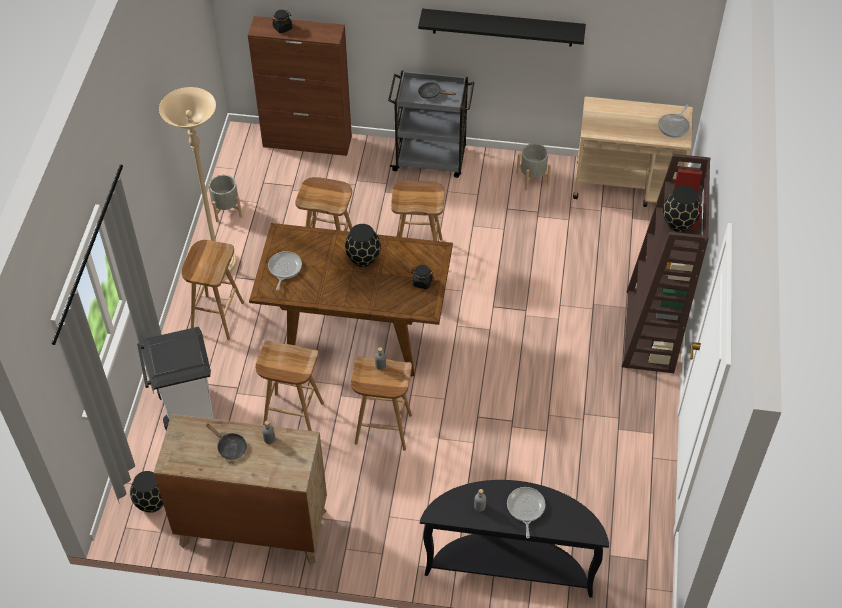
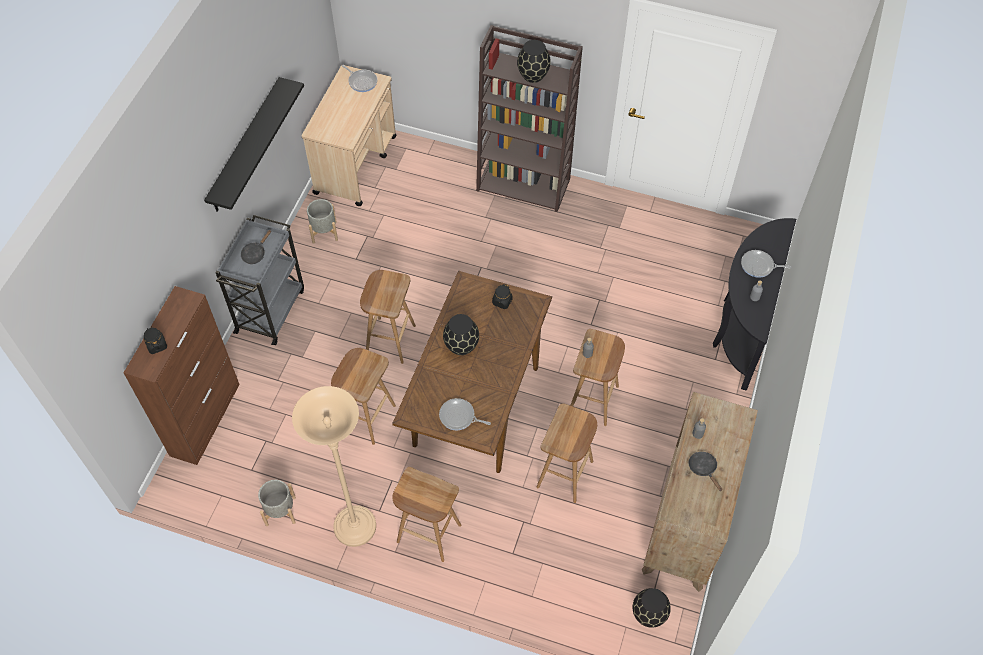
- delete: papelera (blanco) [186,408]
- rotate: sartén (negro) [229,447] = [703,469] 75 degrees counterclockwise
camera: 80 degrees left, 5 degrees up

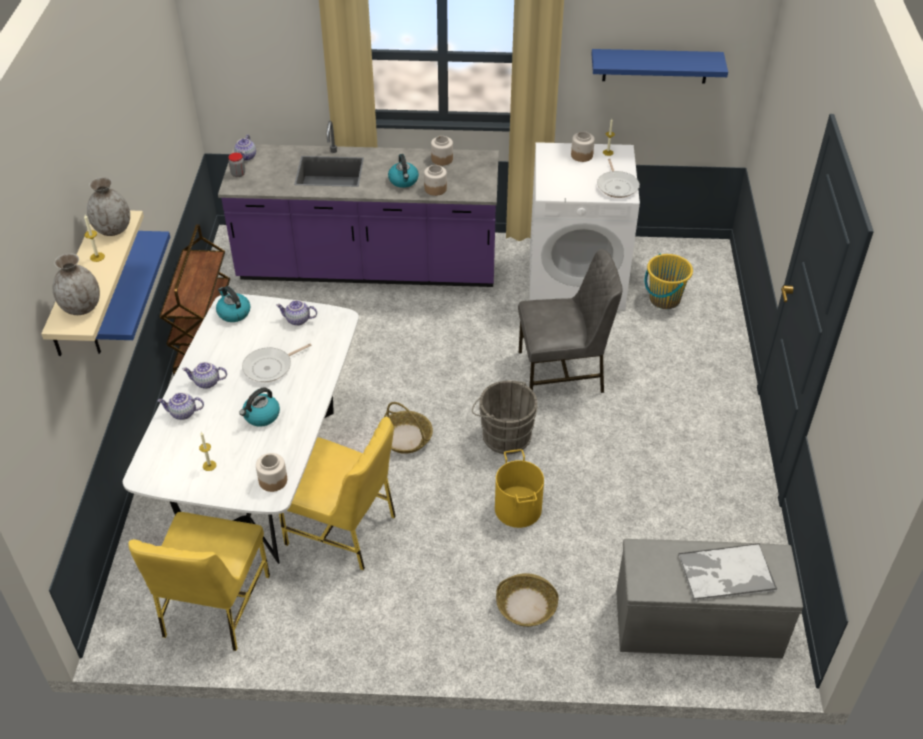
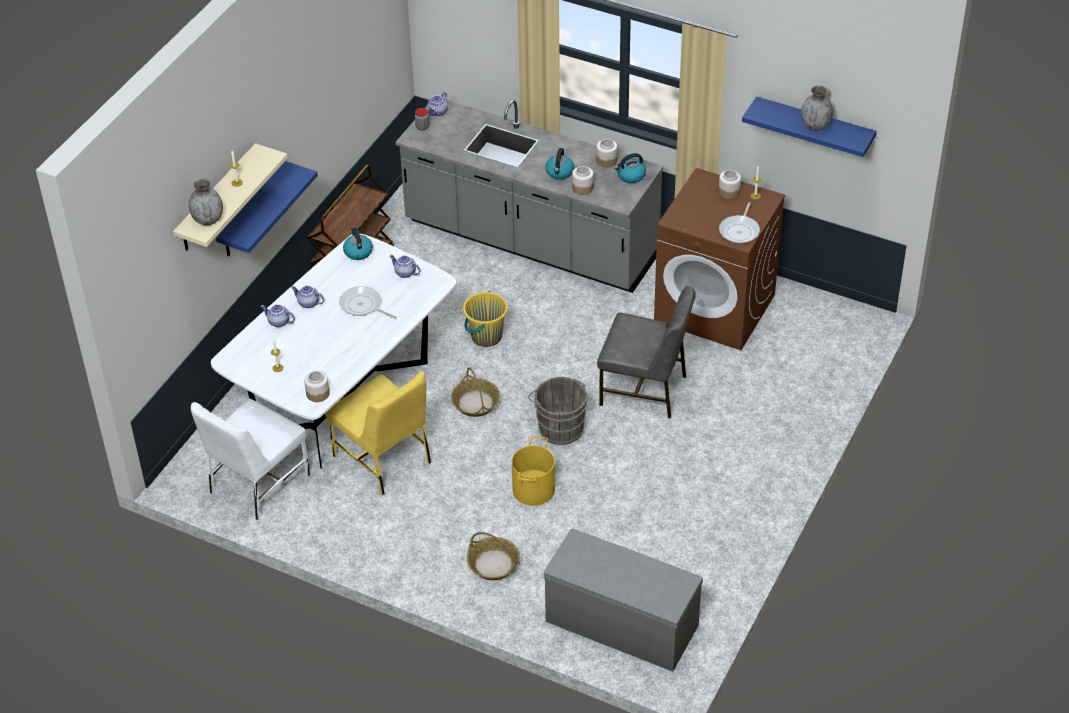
- move: florero (gris) [113,230] to [815,125]
- recolor: silla (amarillo) [214,607] to silla (blanco) [257,484]
- recolor: mueble bajo de cocina (morado) [368,268] to mueble bajo de cocina (gris) [530,242]
- move: hervidor [261,416] to [630,176]
- rotate: sartén [270,367] = [362,305] 45 degrees clockwise
- recolor: lavadora (blanco) [576,279] to lavadora (marrón) [715,308]
- move: cubo (amarillo) [664,299] to [486,336]
- delete: bandeja [725,573]
camera: 25 degrees right, 0 degrees up

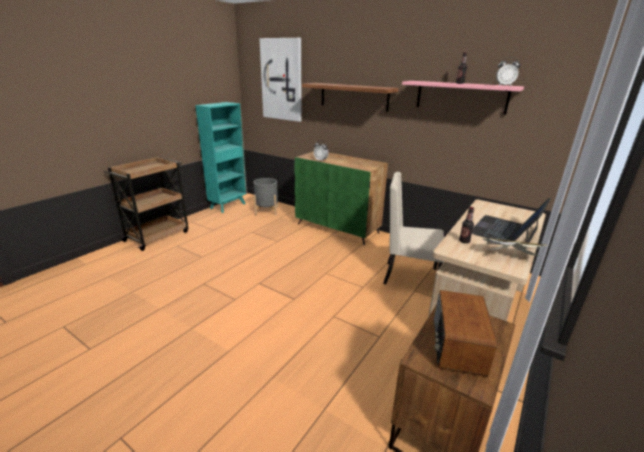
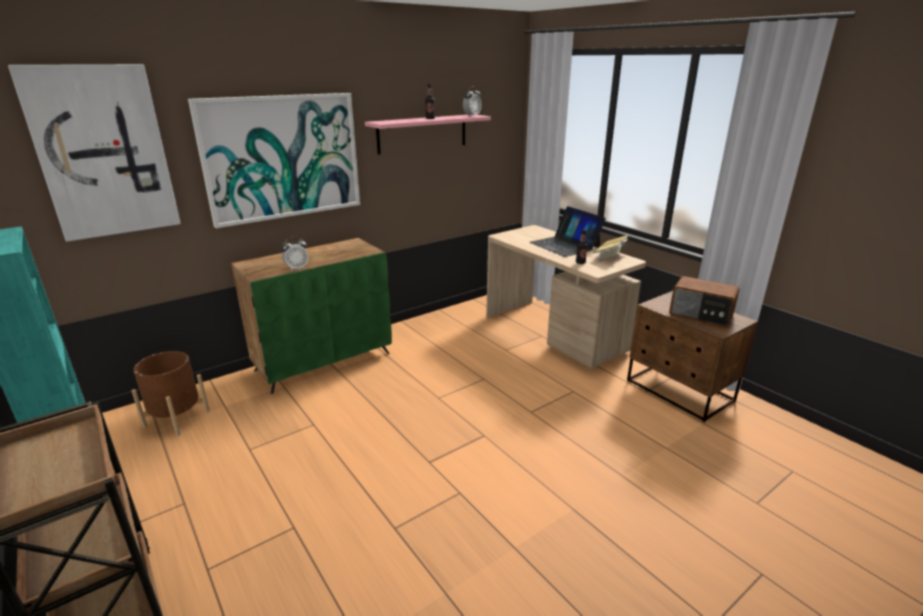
- recolor: maceta (gris) [266,211] to maceta (marrón) [177,419]
- replace: estante [354,96] to cuadro [282,157]
- delete: silla (beis) [408,276]
camera: 70 degrees left, 0 degrees up

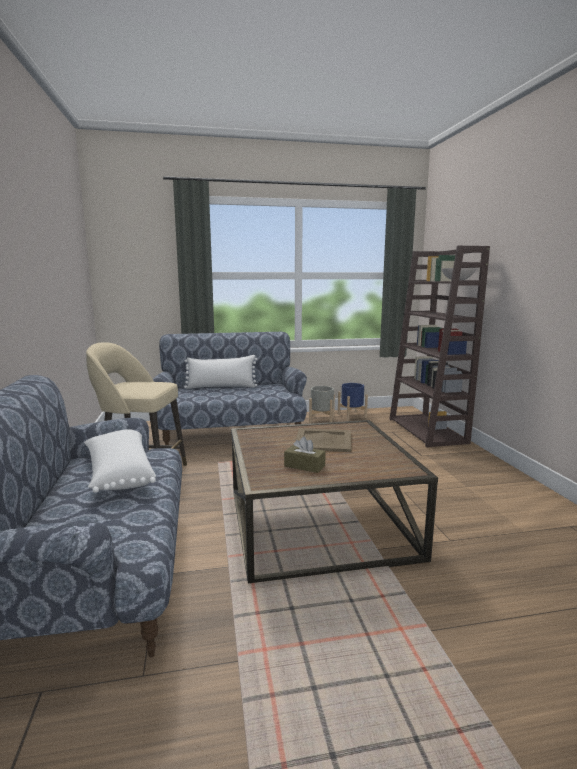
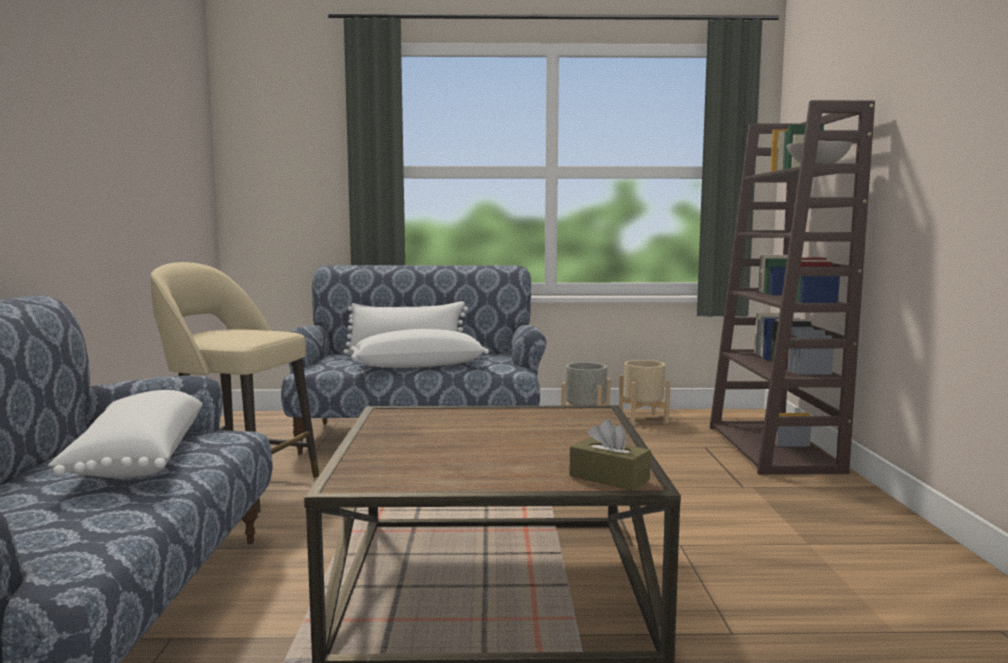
- move: caja de pañuelos (marrón) [304,466] to [609,478]
- delete: bandeja (beis) [324,440]
- recolor: maceta (azul) [351,415] to maceta (beis) [643,419]
- insert: cojín (blanco) [419,366]
camera: 10 degrees right, 5 degrees down

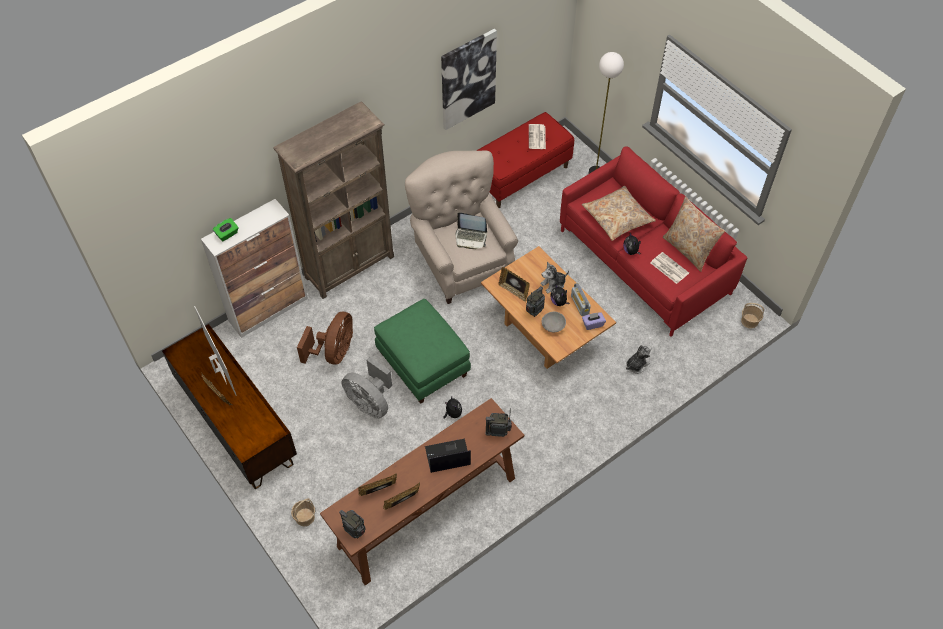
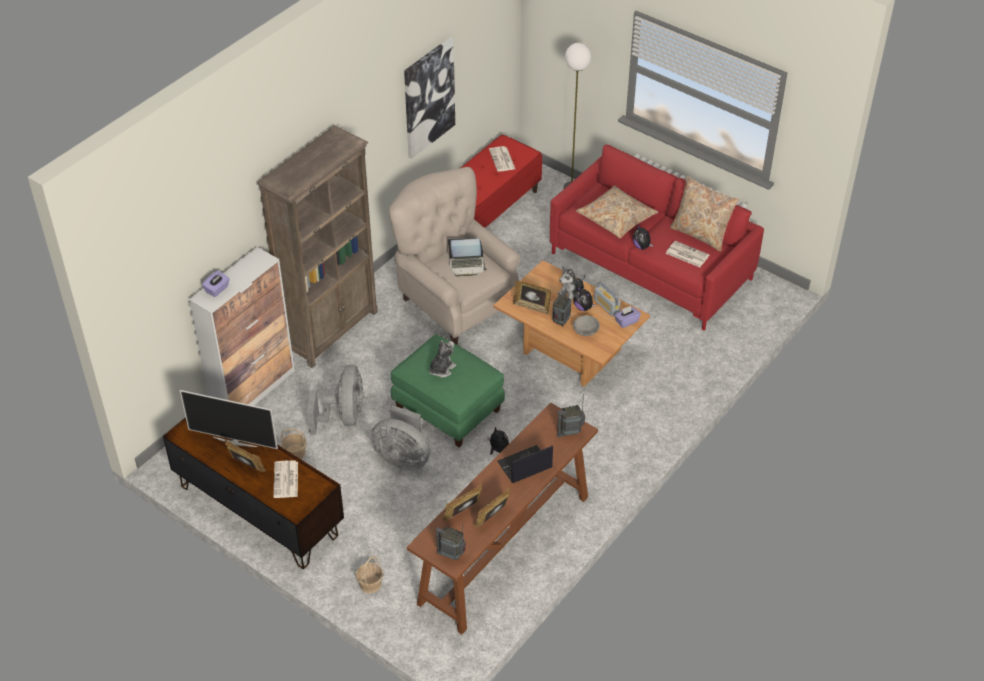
- rotate: televisor [218,369] = [235,441] 150 degrees clockwise
- recolor: caja de pañuelos (verde) [227,234] to caja de pañuelos (morado) [217,289]
- recolor: ventilador (marrón) [334,352] to ventilador (gris) [344,417]
- move: peluche [636,365] to [441,369]
- move: cesta [749,321] to [295,453]
- insert: periódico [286,480]
camera: 15 degrees left, 10 degrees down

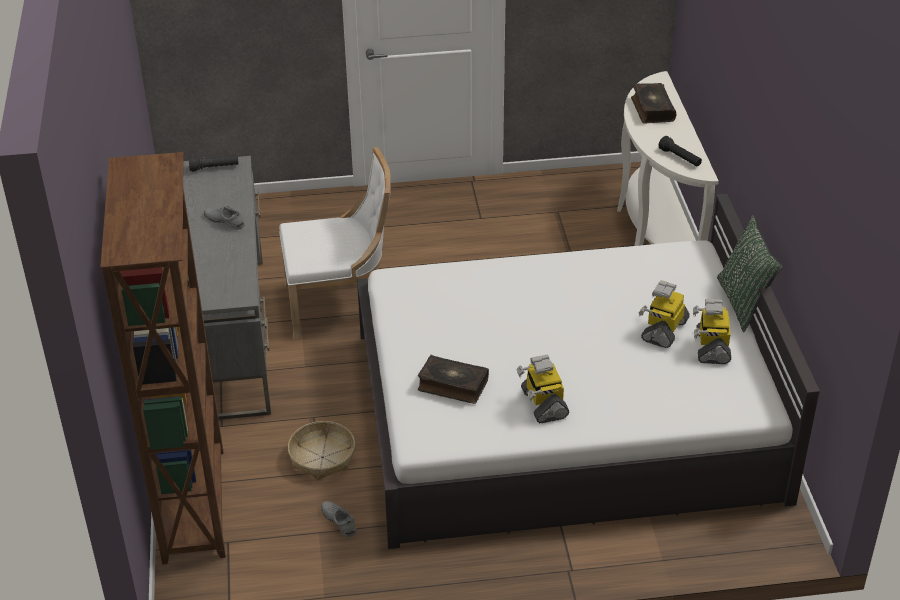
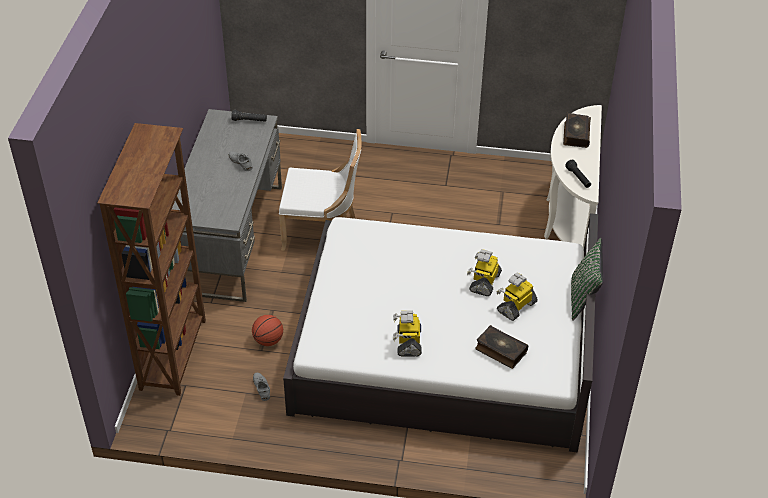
- replace: cesta [322,457] to balón de baloncesto [268,340]
- move: libro [452,385] to [500,351]
- move: robot de juguete [711,347] to [484,282]
camera: 15 degrees right, 5 degrees up

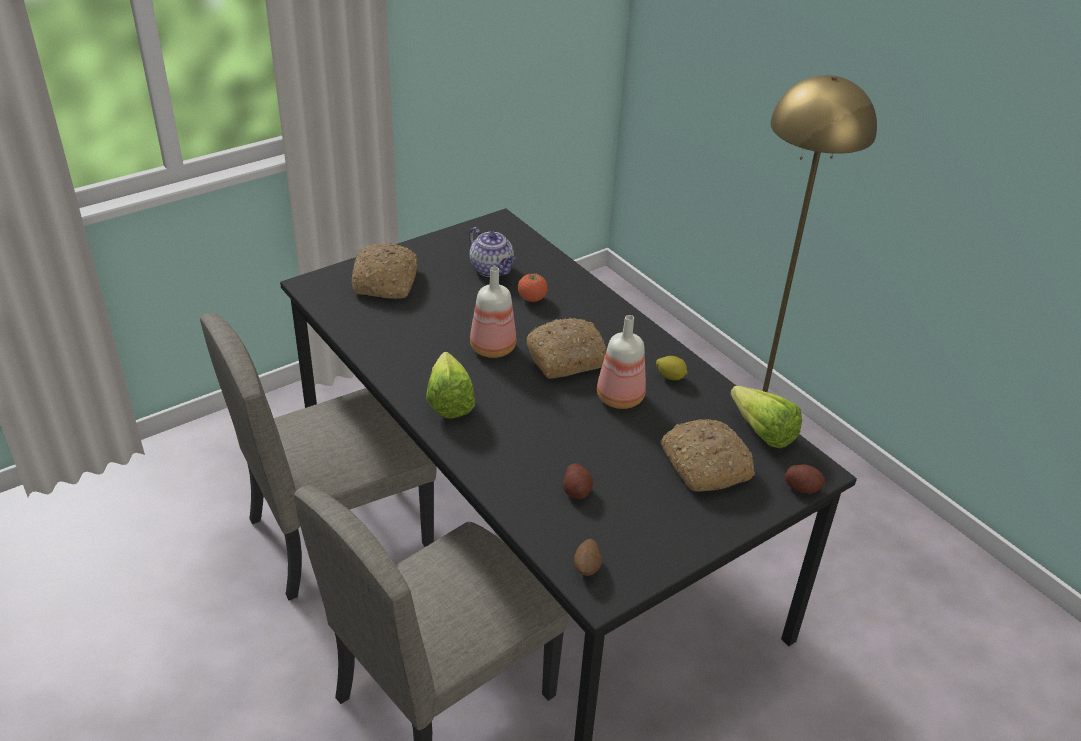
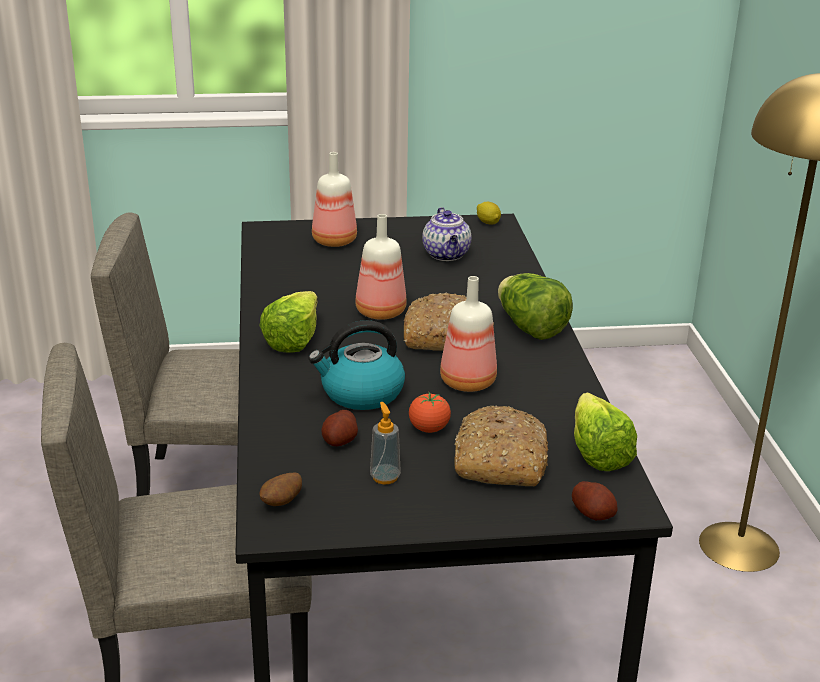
- replace: pan [386,282] to botella [334,242]
- move: tomate [532,299] to [429,429]
- move: limón [670,377] to [488,223]
- insert: hervidor [361,393]
- insert: dispensador de jabón [385,477]
- insert: lechuga [530,328]
camera: 30 degrees right, 10 degrees down

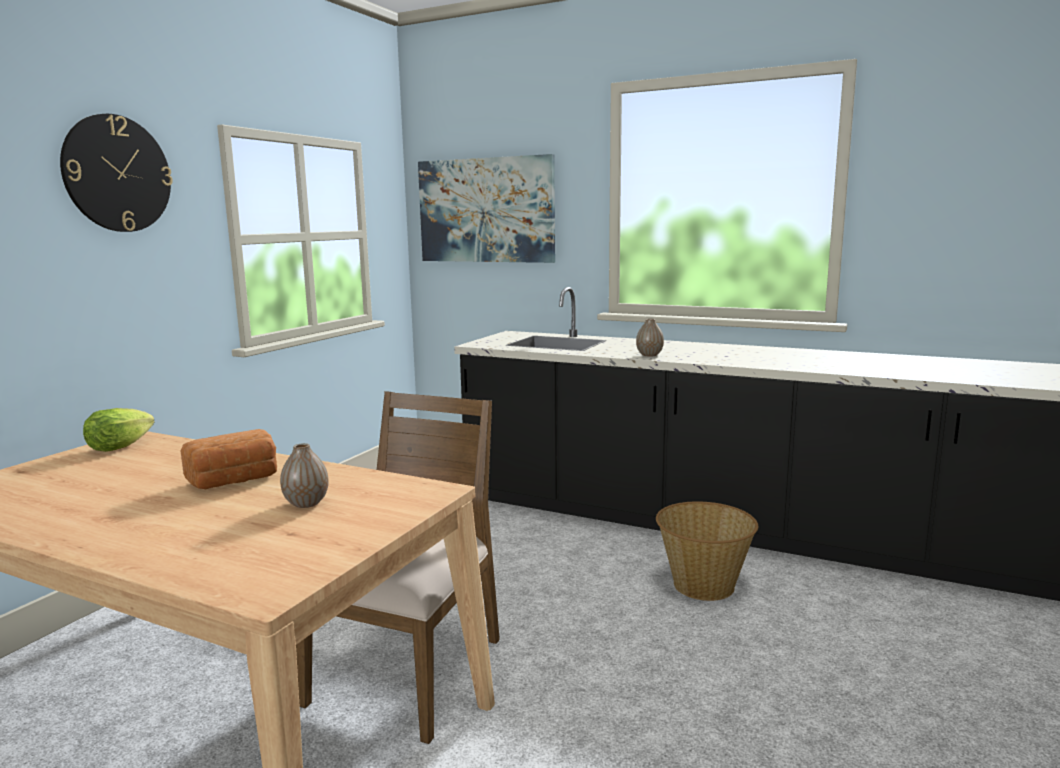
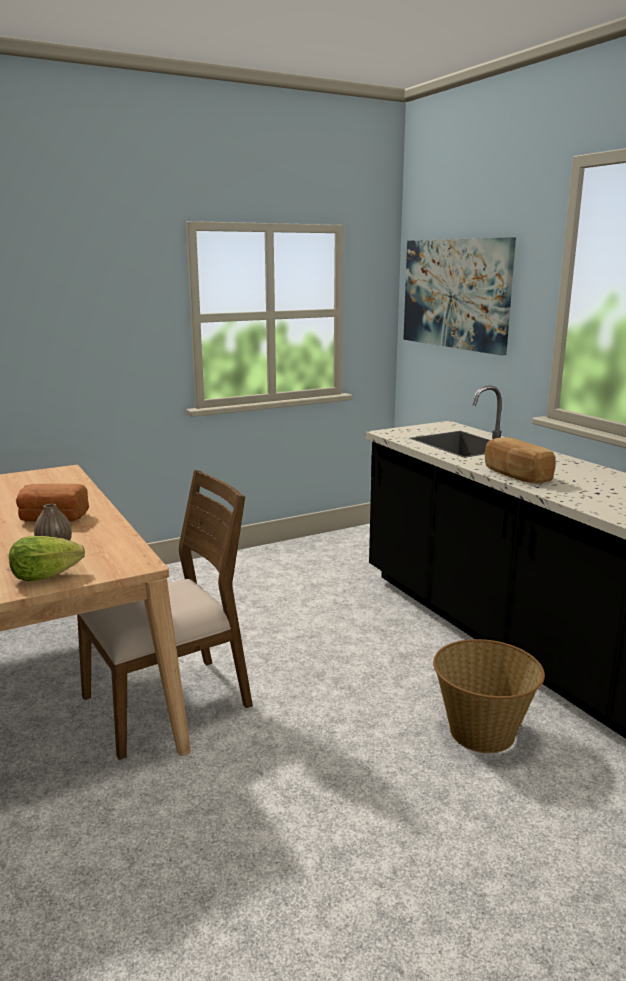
- delete: reloj de pared [117,174]
- move: lechuga [119,447] to [44,576]
- replace: florero [649,355] to pan [516,475]
camera: 35 degrees right, 5 degrees up

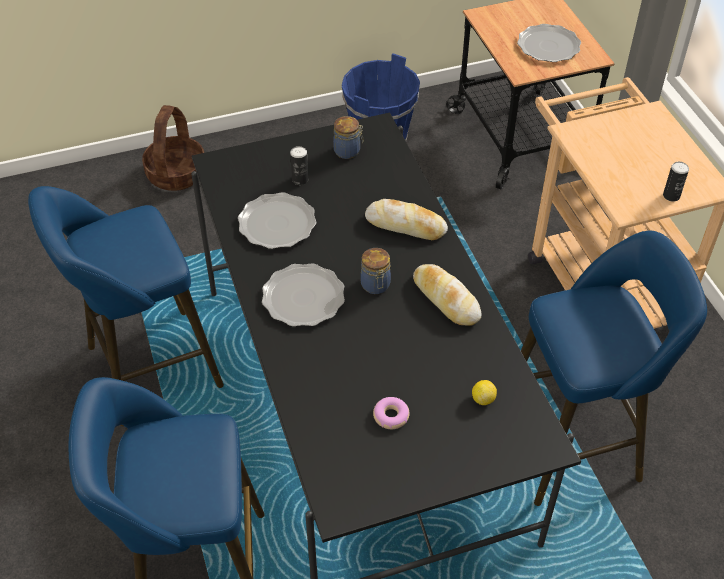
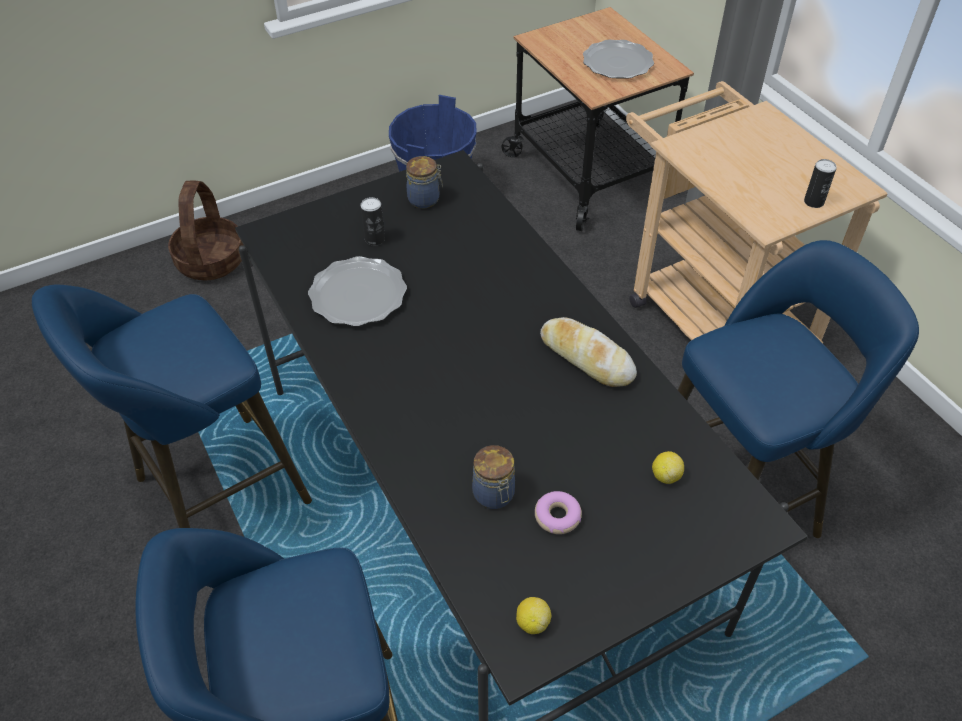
- delete: plato [303,298]
- move: tarro [375,286] to [494,495]
- delete: pan [405,225]
- insert: limón [532,622]
camera: 10 degrees left, 0 degrees up

